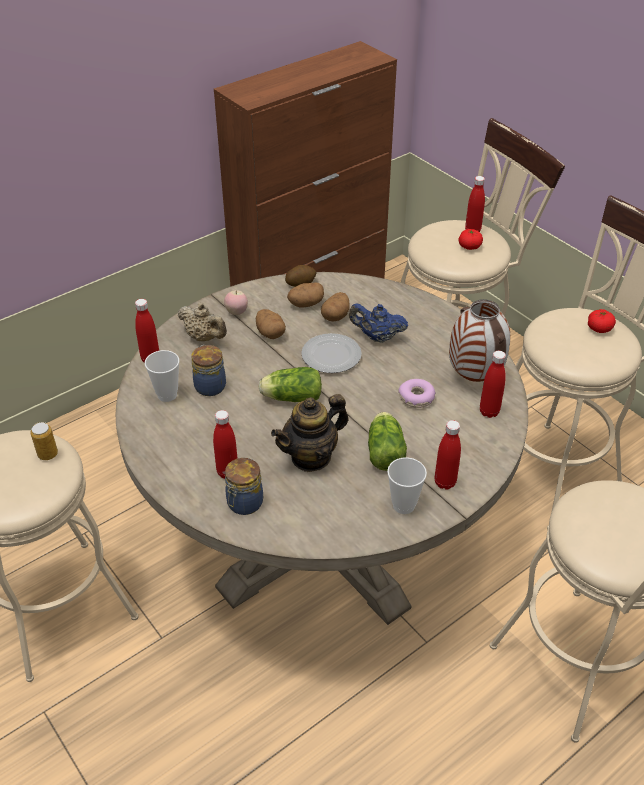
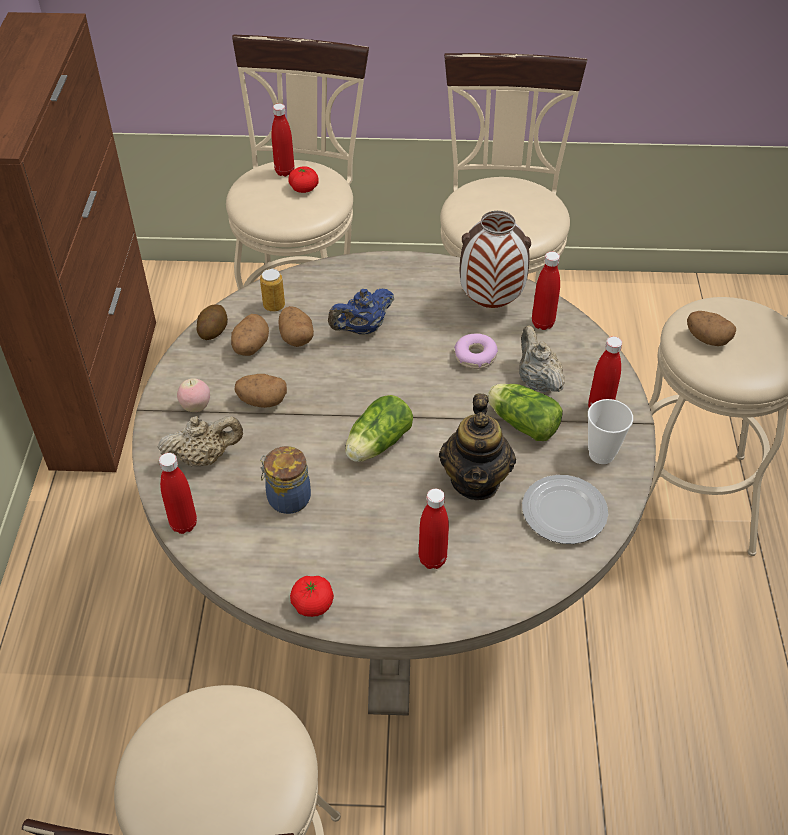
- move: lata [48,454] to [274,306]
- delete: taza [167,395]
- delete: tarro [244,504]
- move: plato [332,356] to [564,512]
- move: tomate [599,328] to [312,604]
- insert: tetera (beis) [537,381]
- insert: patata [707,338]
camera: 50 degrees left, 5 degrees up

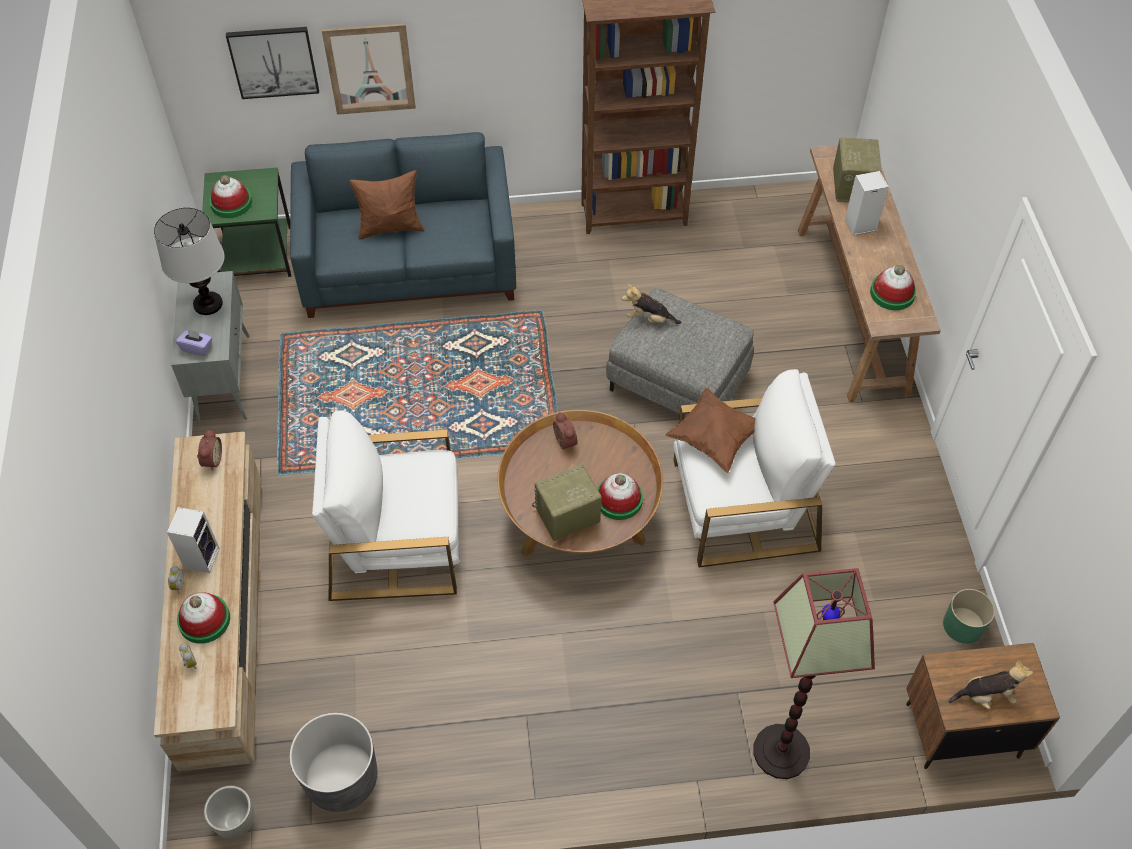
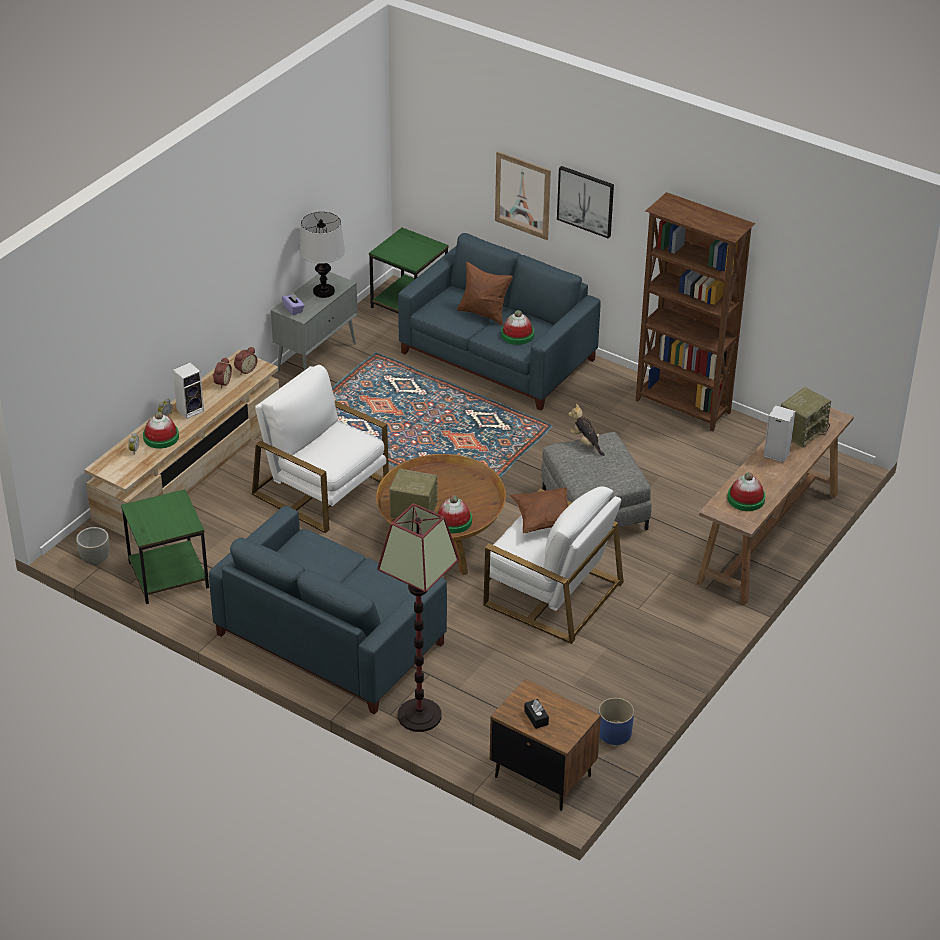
- move: sombrero [231,203] to [517,335]
- move: cuadro [273,61] to [586,201]
- replace: maceta (gris) [341,778] to mesa auxiliar (verde) [167,575]
- move: despertador [563,442] to [221,382]
- recolor: maceta (verde) [963,625] to maceta (azul) [614,733]
- replace: peluche [986,696] to caja de pañuelos (negro) [536,717]
- insert: sofá (azul) [330,638]
camera: 40 degrees right, 15 degrees down

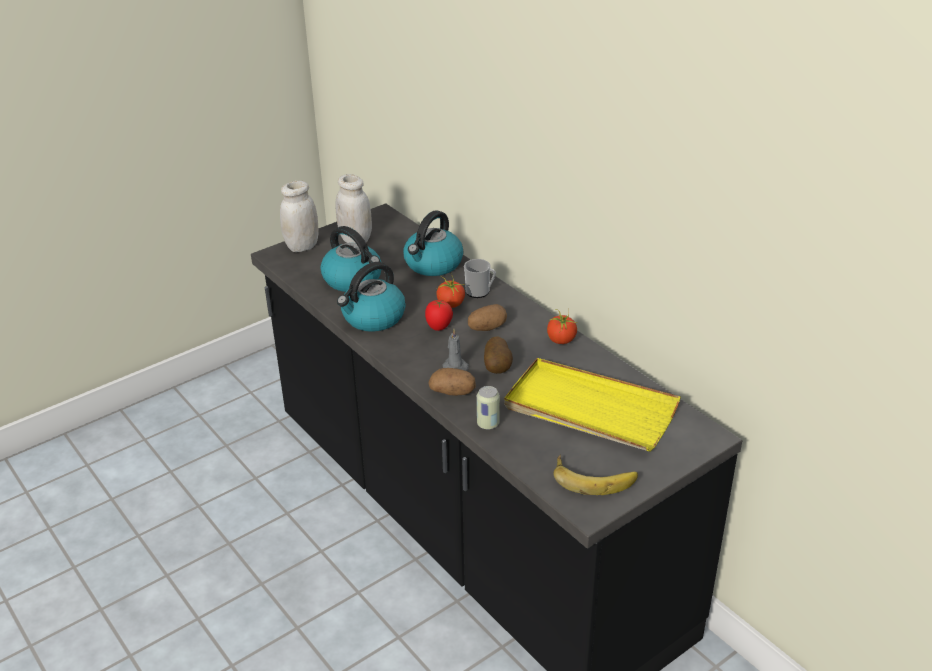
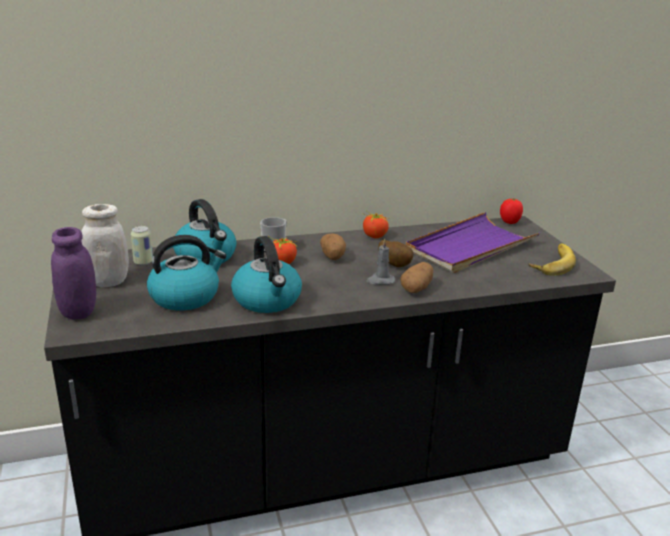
- recolor: tarro (blanco) [302,246] to tarro (morado) [78,312]
- move: tomate [439,327] to [509,223]
- move: lata [488,424] to [143,262]
- recolor: bandeja (amarillo) [589,409] to bandeja (morado) [470,247]
camera: 70 degrees left, 10 degrees down

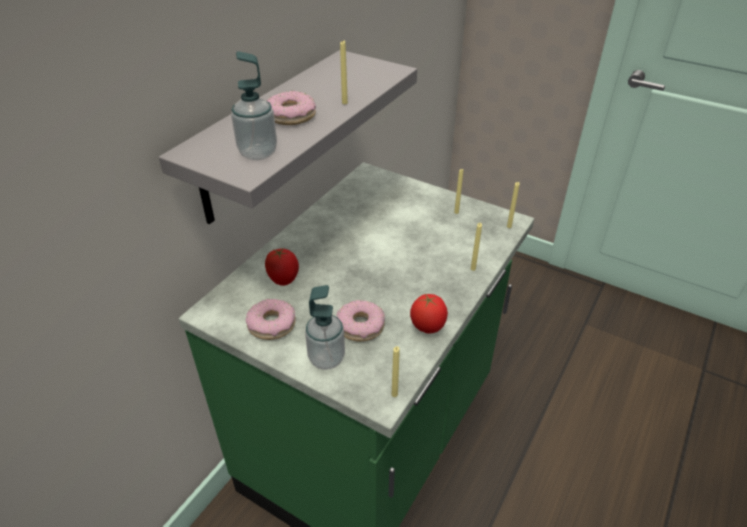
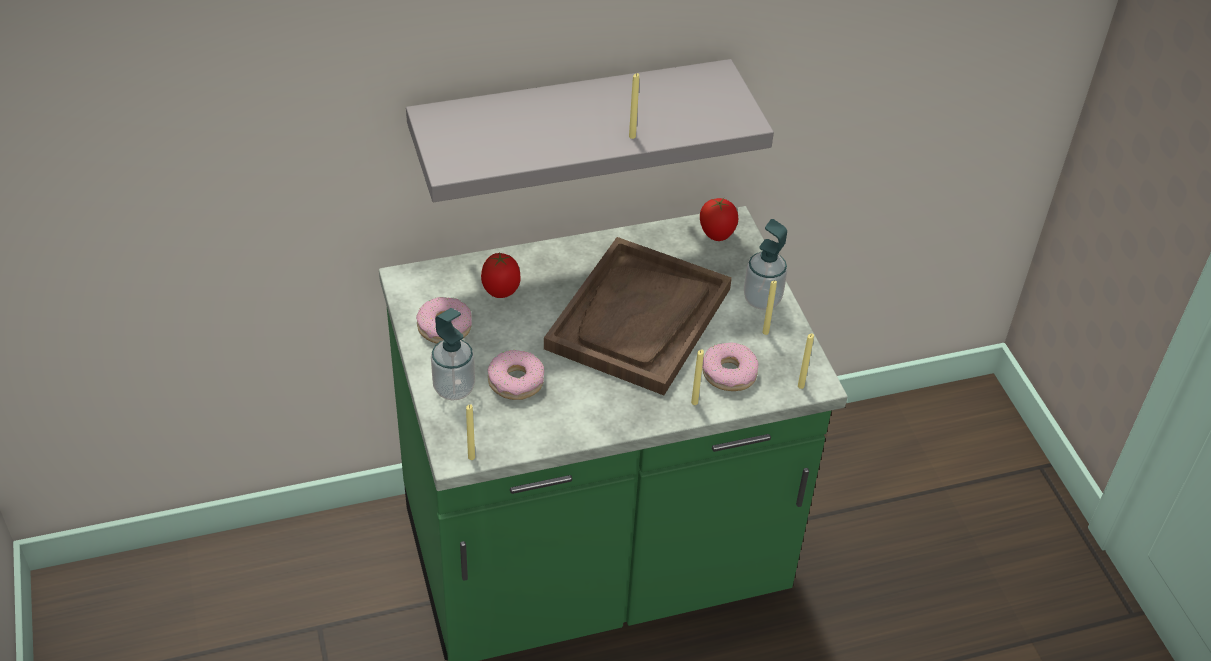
- move: dispensador de jabón [258,153] to [762,299]
- move: rosquilla [291,116] to [729,373]
- move: tomate [427,328] to [717,235]
- insert: bandeja (marrón) [639,319]
camera: 40 degrees right, 5 degrees up

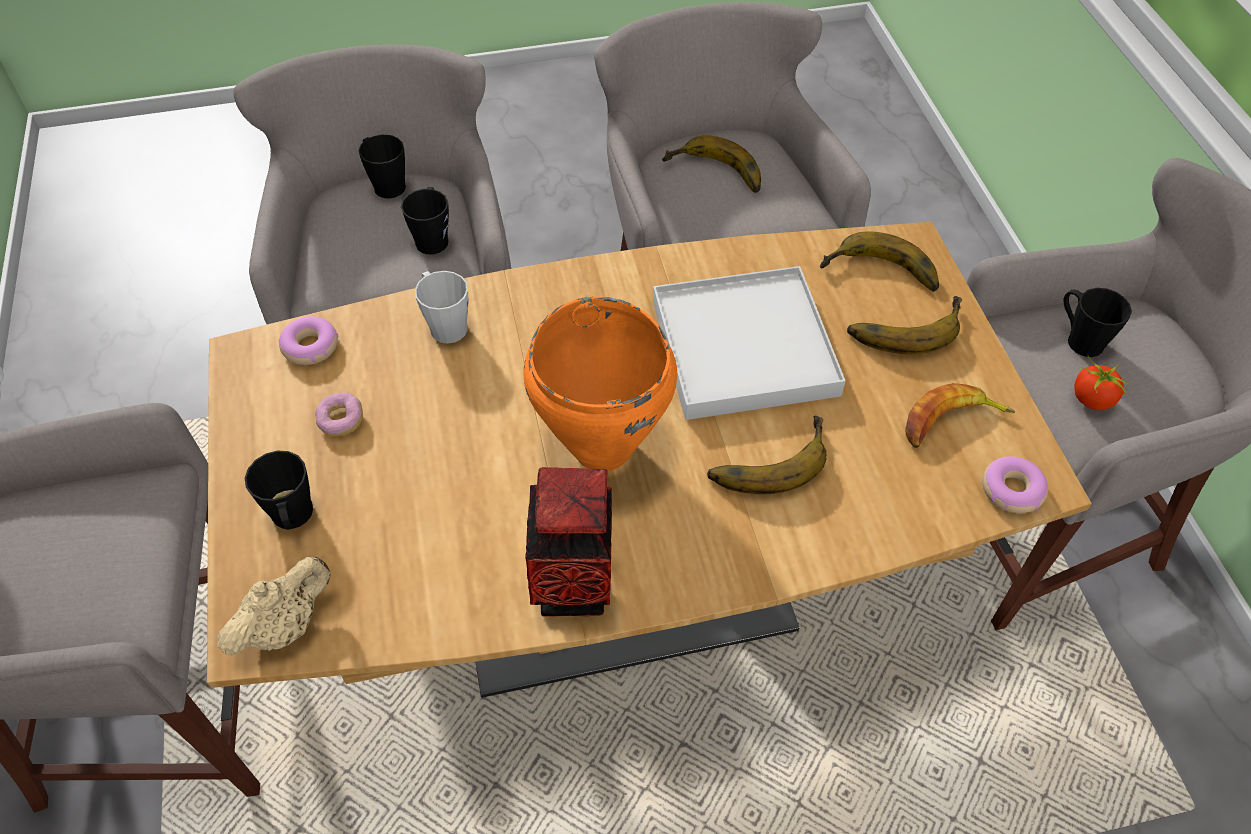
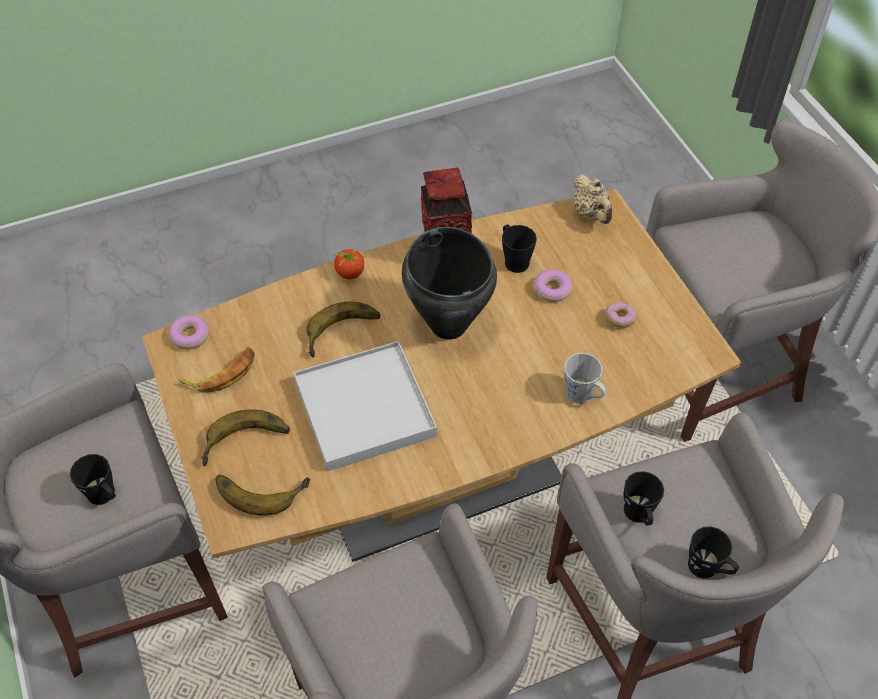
- rotate: tetera (beis) [285,626] = [591,214] 60 degrees counterclockwise
- move: taza grande (negro) [293,518] to [514,260]
- move: rosquilla [310,347] to [552,289]
- recolor: olla (naranja) [601,450] to olla (negro) [449,324]
- delete: plátano [714,175]
- move: tomate [1091,399] to [350,273]
camera: 170 degrees right, 0 degrees up

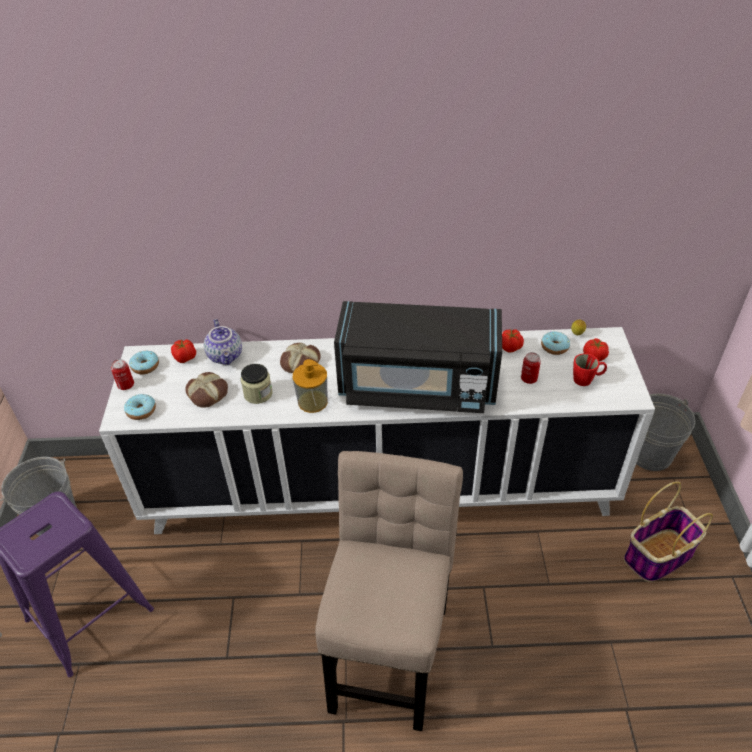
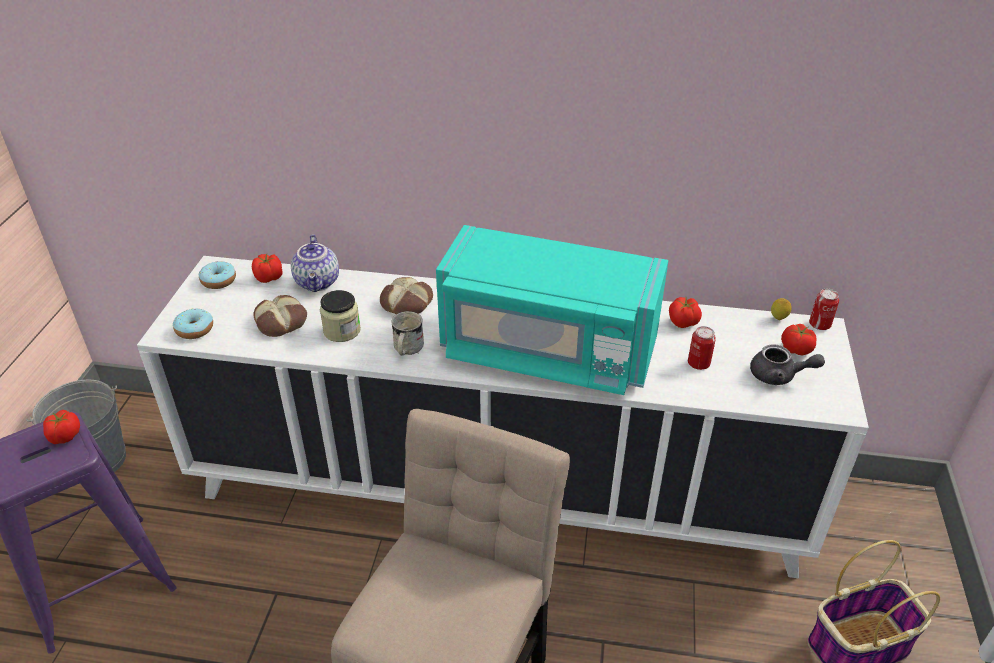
- move: lata [126,385] to [819,325]
- replace: dispensador de jabón [312,401] to taza grande (blanco) [406,350]
- recolor: microondas (negro) [417,386] to microondas (turquesa) [546,351]
- delete: rosquilla [554,347]
- replace: taza grande (rojo) [587,379] to tetera (gris) [779,376]
- delete: cubo (gris) [650,454]
- insert: tomate [65,436]
camera: 10 degrees right, 5 degrees down

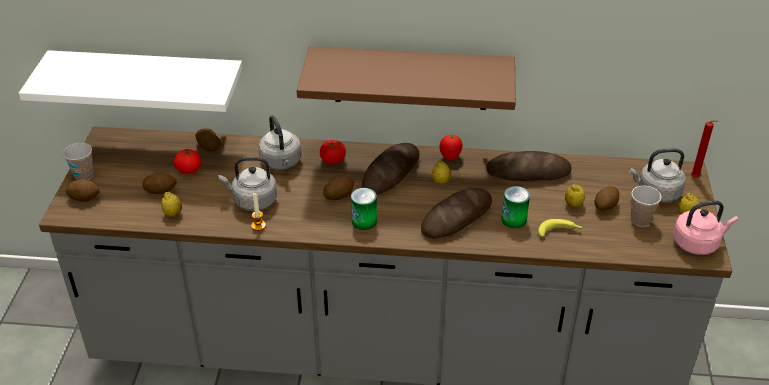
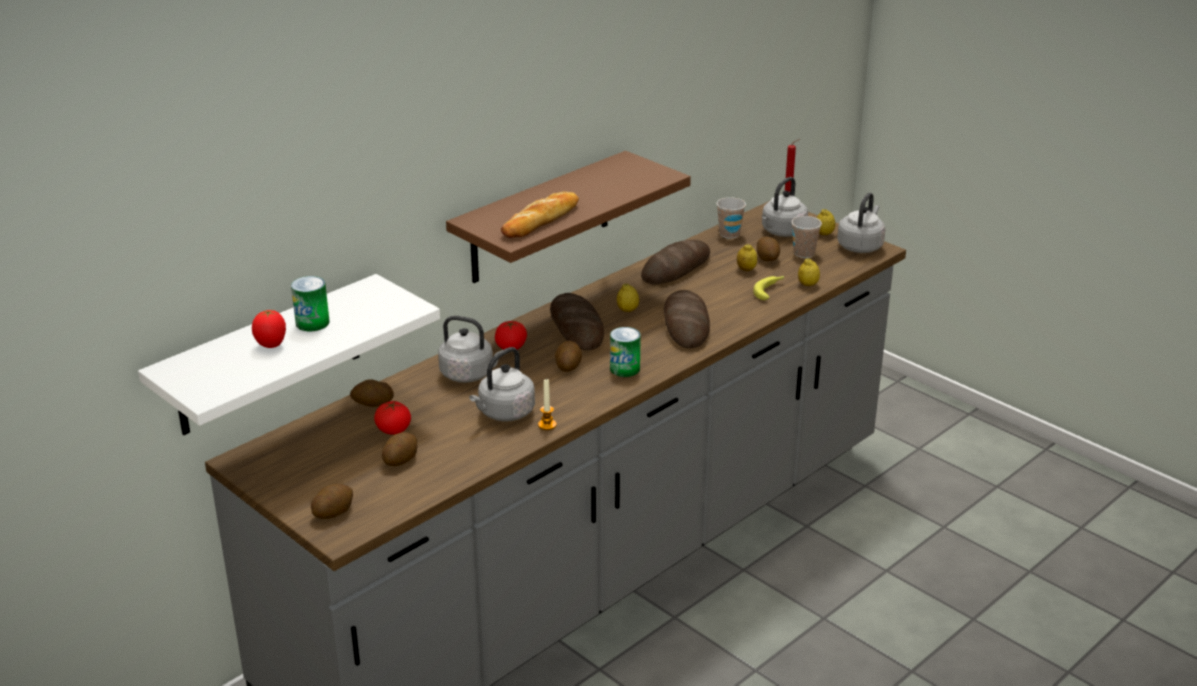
- move: taza [84,176] to [729,234]
- move: limón [173,214] to [808,284]
- move: tomate [450,157] to [271,345]
- move: lata [514,219] to [312,323]
- recolor: hervidor (rosa) [697,243] to hervidor (gris) [860,246]
- insert: pan [541,220]
camera: 50 degrees left, 10 degrees down

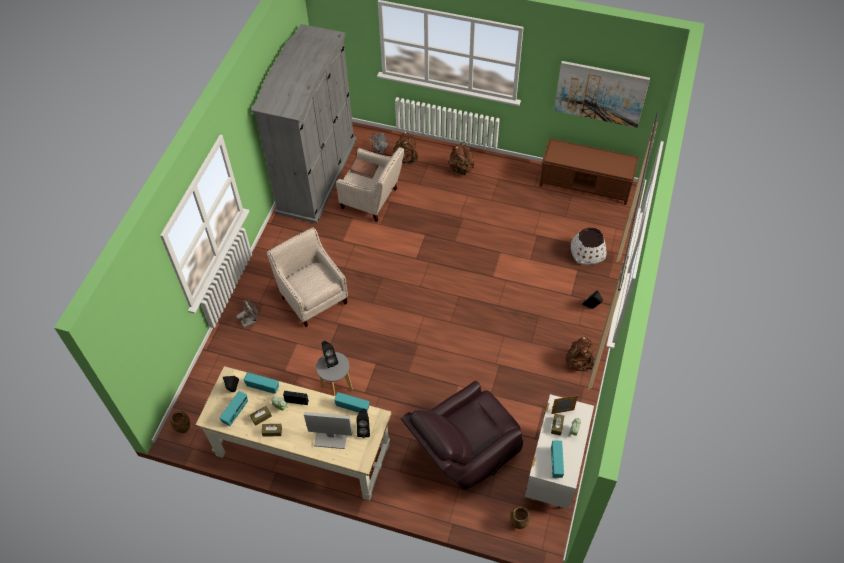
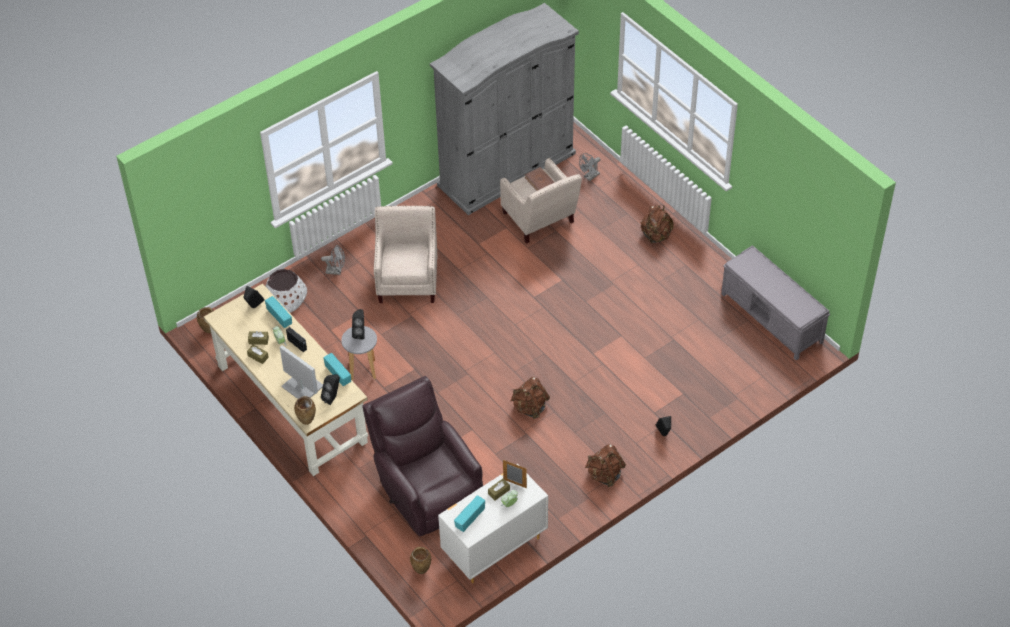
- delete: radio [236,413]
- move: mochila (marrón) [406,158] to [530,408]
- rotate: sillón (marrón) [463,452] = [426,487] 60 degrees clockwise
- recolor: banco (marrón) [586,185] to banco (gris) [772,318]
- delete: cuadro [600,93]
- move: maceta (blanco) [587,252] to [285,299]
- insert: florero (marrón) [307,422]
camera: 35 degrees right, 5 degrees down

